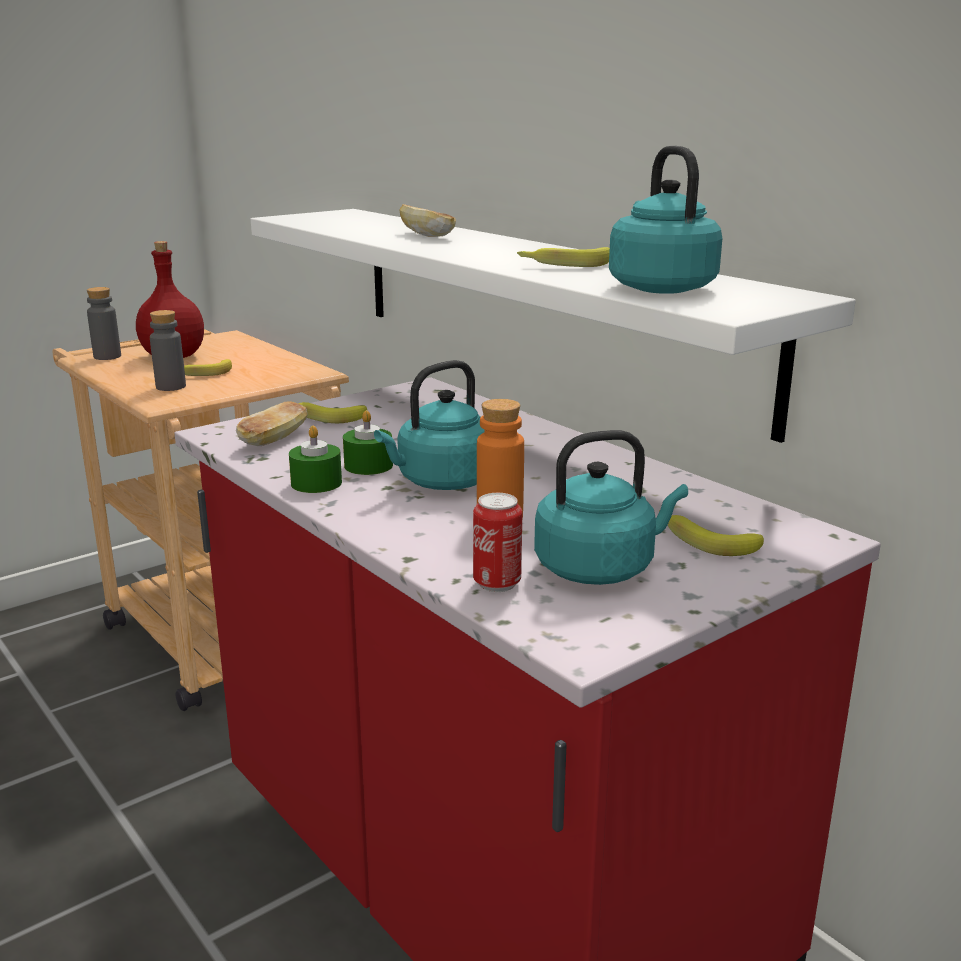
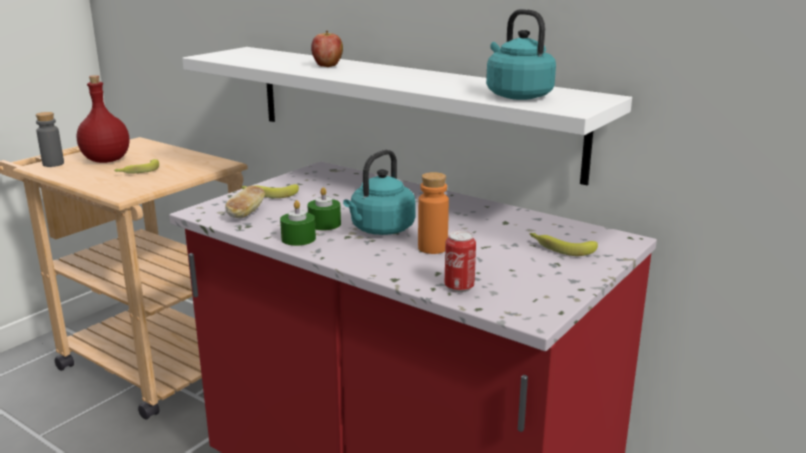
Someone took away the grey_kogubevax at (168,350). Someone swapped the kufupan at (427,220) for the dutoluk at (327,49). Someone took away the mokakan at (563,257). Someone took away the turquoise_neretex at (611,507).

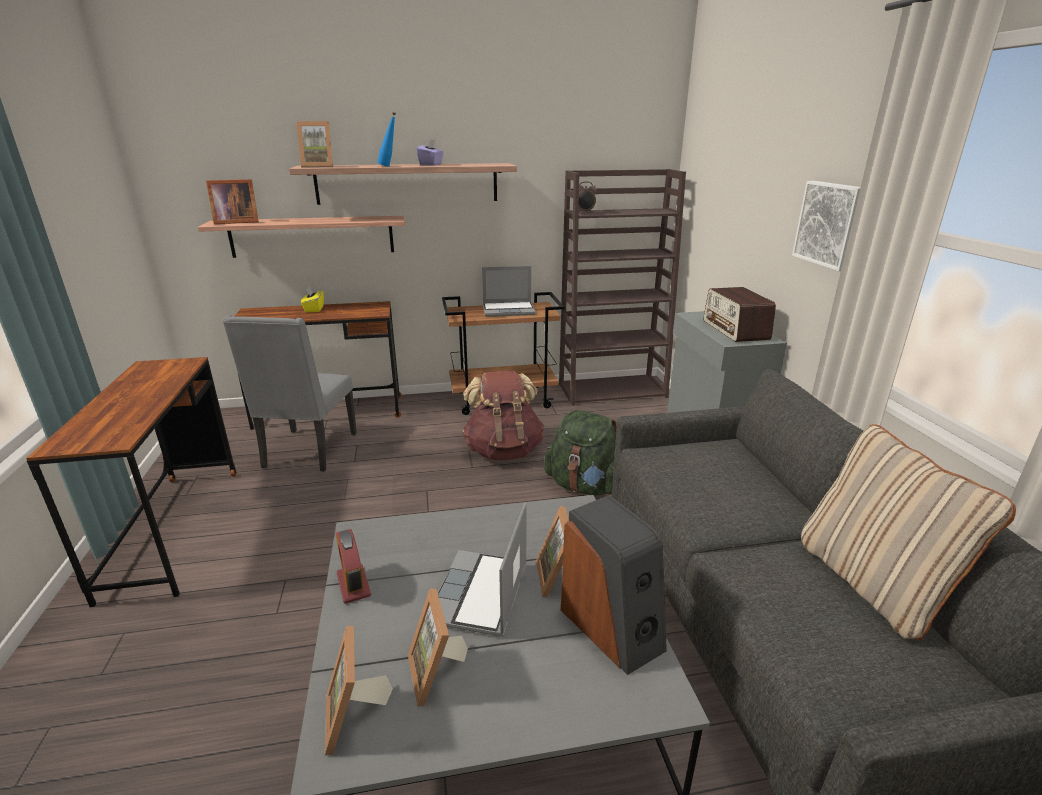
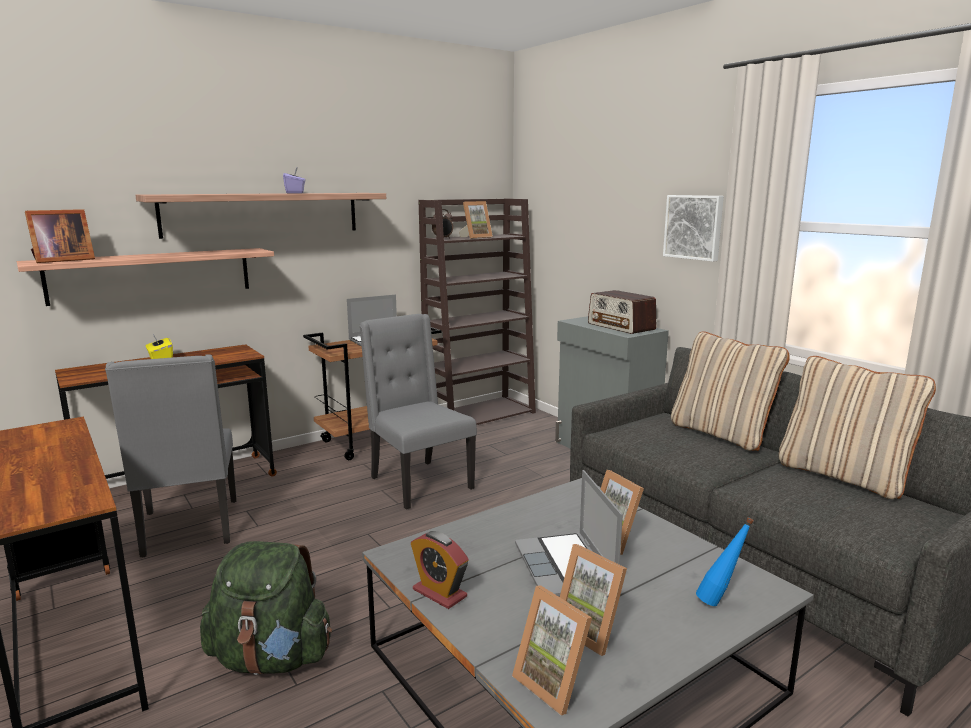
Someone carried the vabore from (315,144) to (476,220). Someone carried the blue_kogubevax from (387,139) to (725,561). Someone swapped the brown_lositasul at (503,415) for the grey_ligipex at (418,411). Someone carried the green_lositasul from (580,453) to (266,608). Someone took away the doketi at (614,585). Someone put down the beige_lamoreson at (730,391).

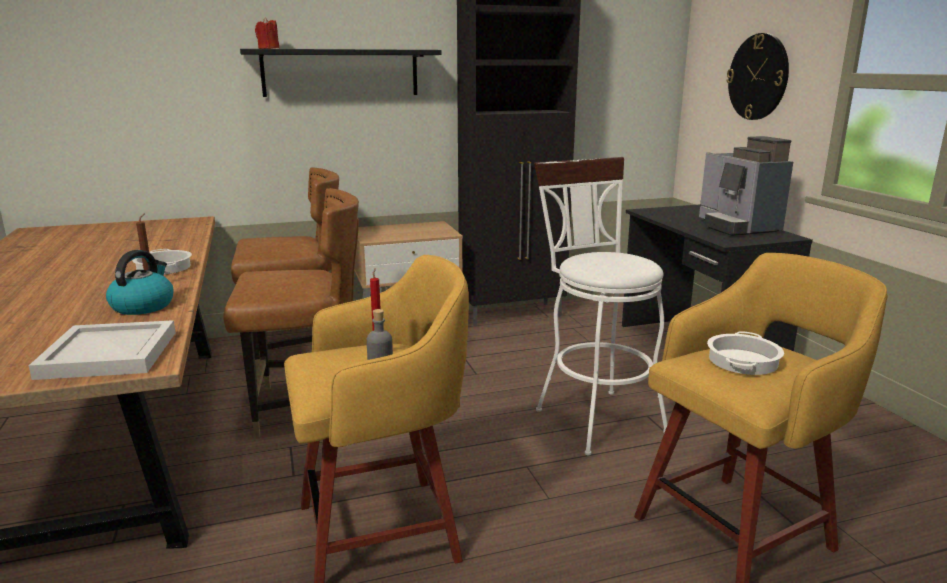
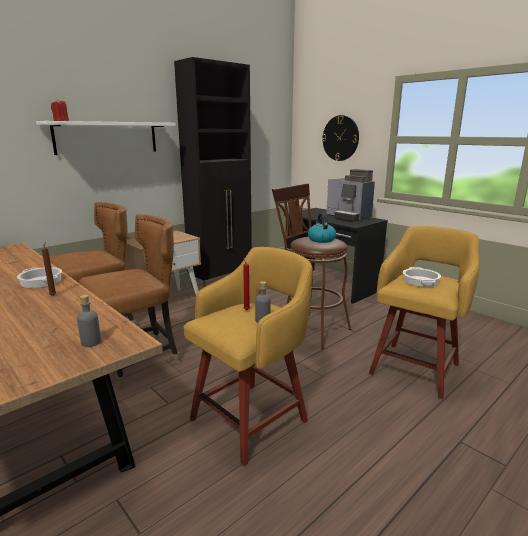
Someone swapped the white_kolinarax at (102,350) for the grey_kogubevax at (89,321). Someone carried the neretex from (140,282) to (322,228). Someone repainted the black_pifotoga at (341,73), which became the white_pifotoga at (106,138). Someone repainted the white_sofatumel at (601,306), which became the brown_sofatumel at (311,266).

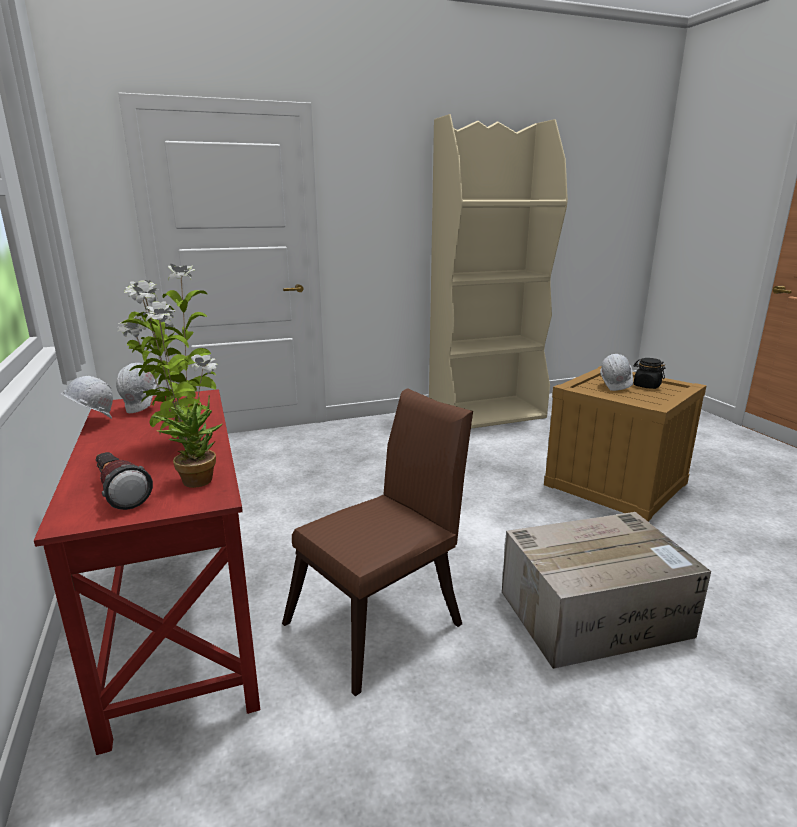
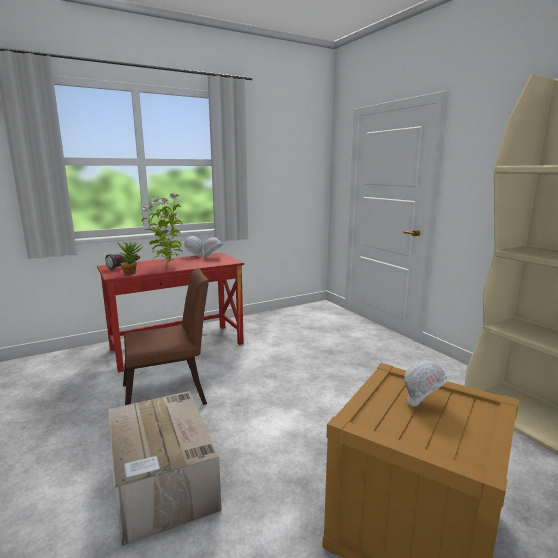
Someone rotated the brown_ligipex at (377,542) by 60 degrees counterclockwise. Someone took away the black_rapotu at (649,373).

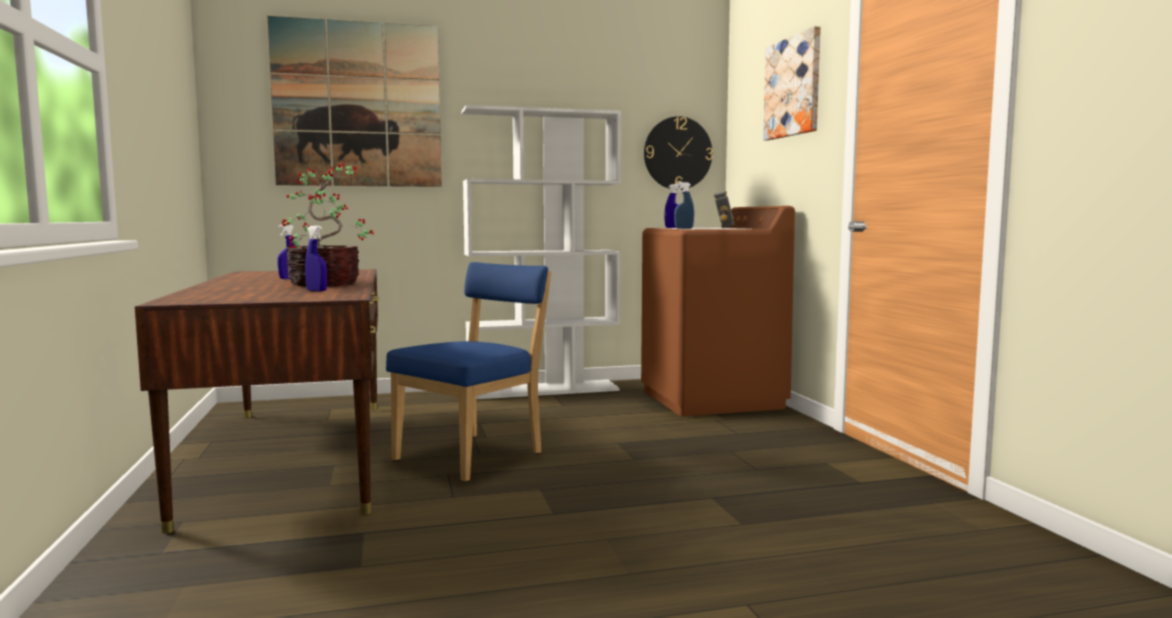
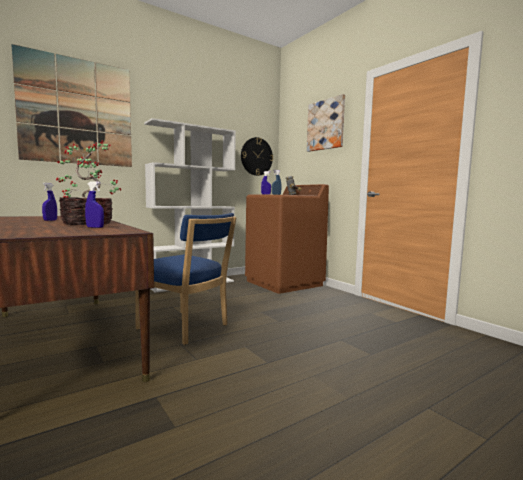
Someone rotated the blue_ligipex at (469,372) by 105 degrees clockwise.

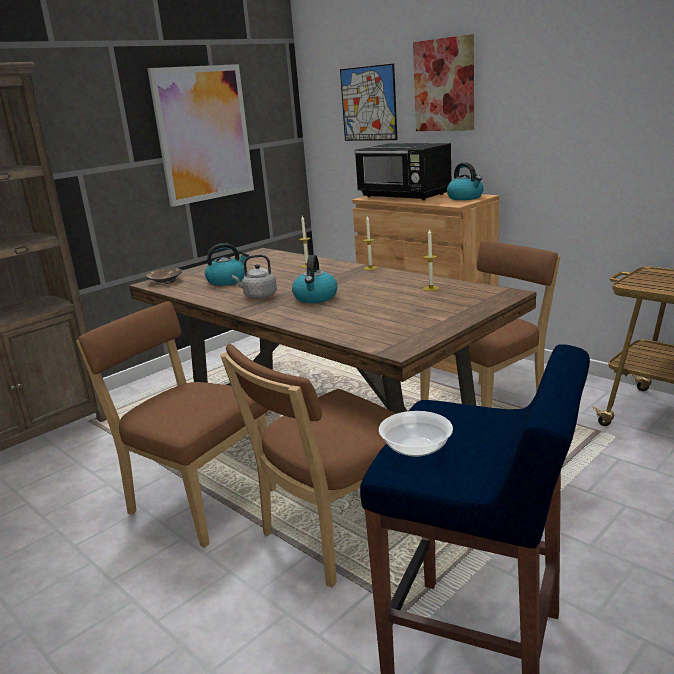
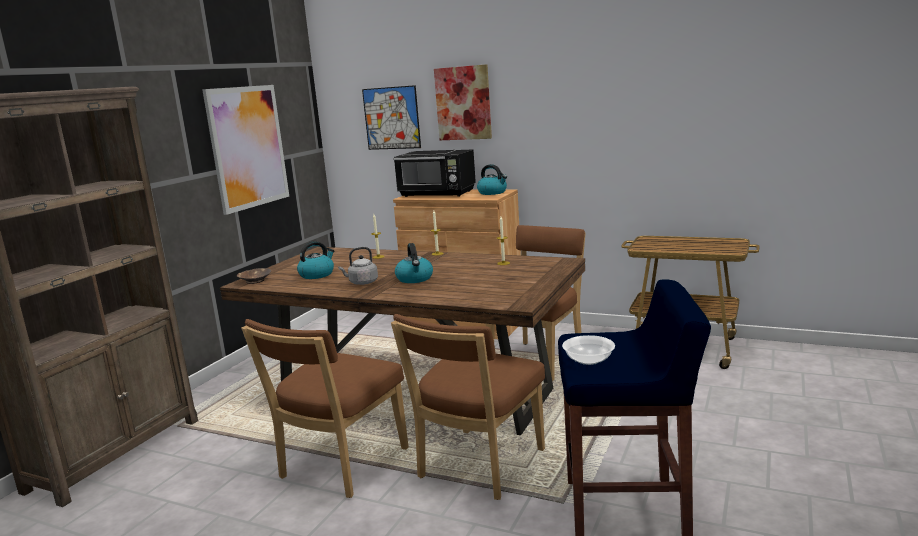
Someone rotated the brown_ligipex at (176,424) by 75 degrees counterclockwise.

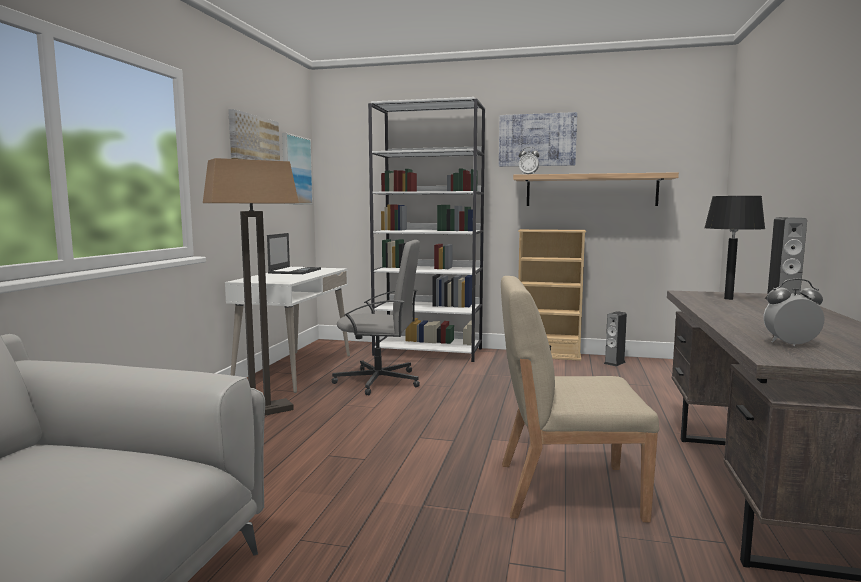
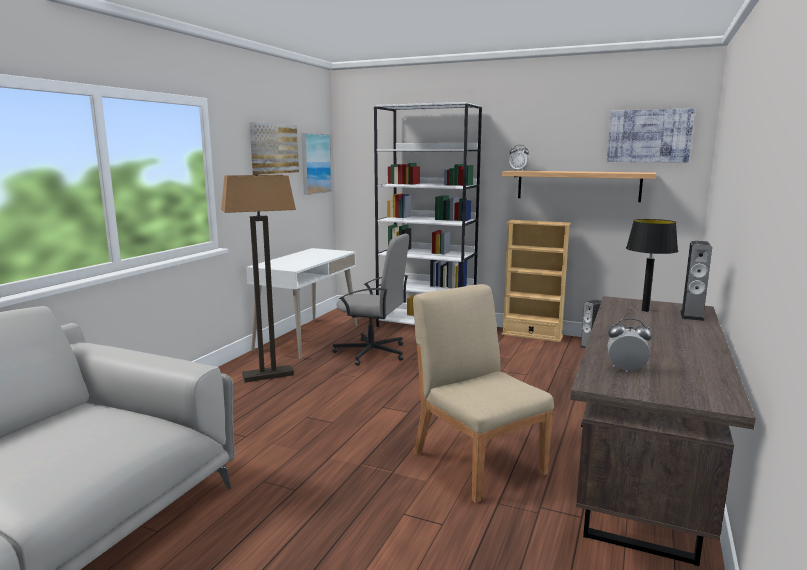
Someone took away the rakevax at (294,253). Someone carried the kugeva from (538,139) to (651,135). Someone rotated the beige_ligipex at (580,399) by 45 degrees clockwise.

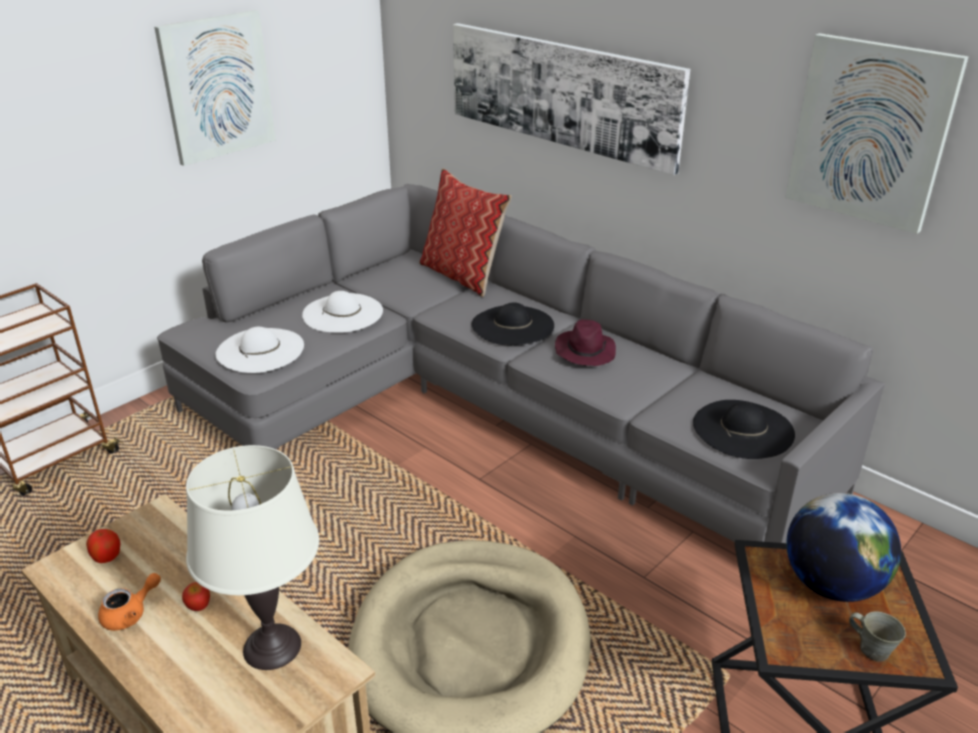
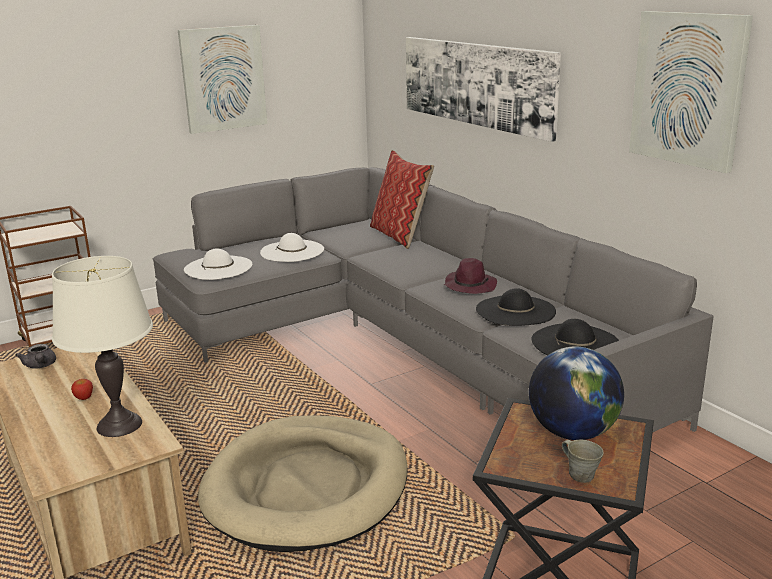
Someone swapped the dutoluk at (103,546) for the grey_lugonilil at (35,356). Someone took away the orange_lugonilil at (129,602). Someone carried the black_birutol from (513,323) to (516,307).

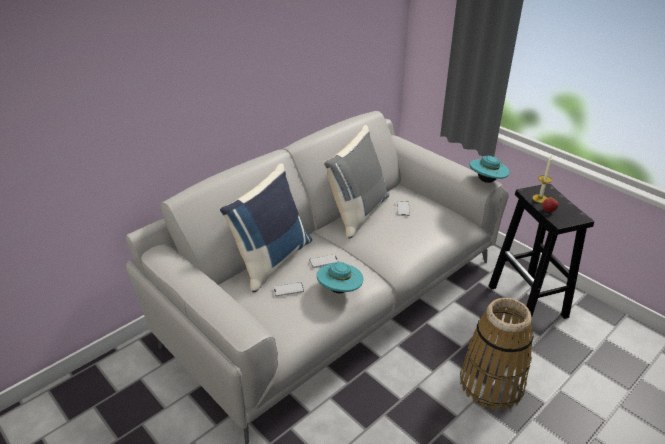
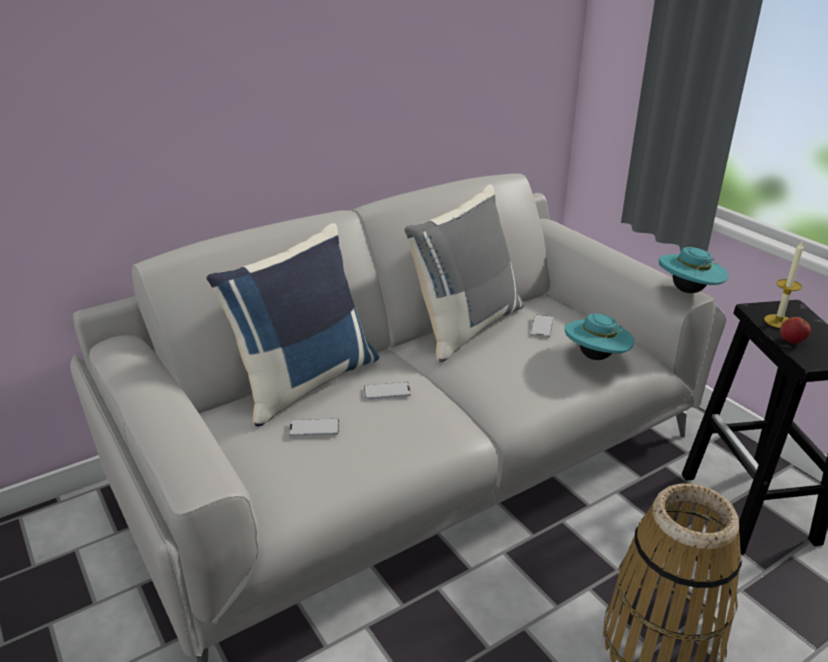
Someone carried the turquoise_birutol from (340,277) to (599,337).

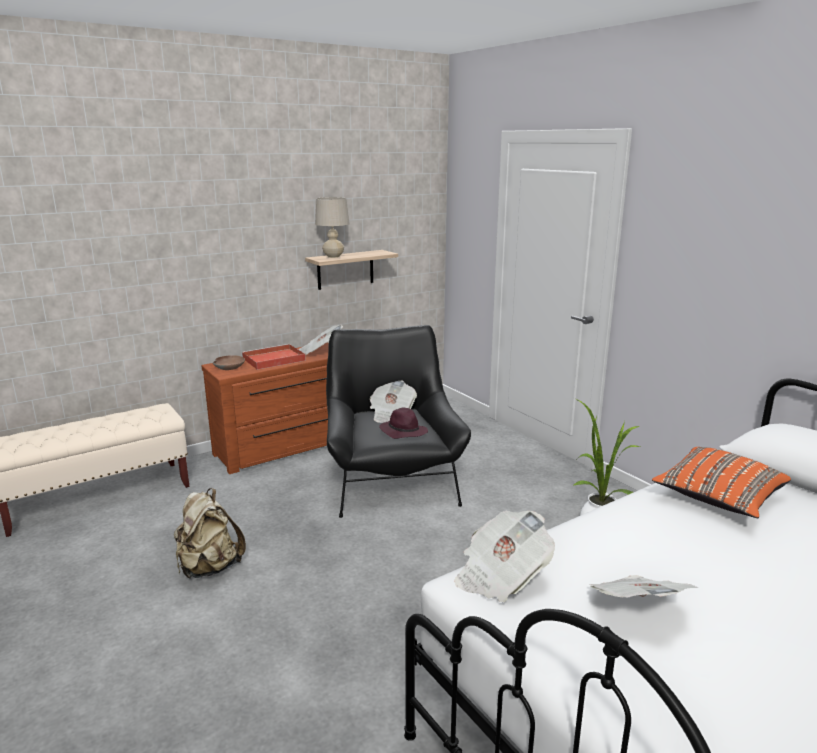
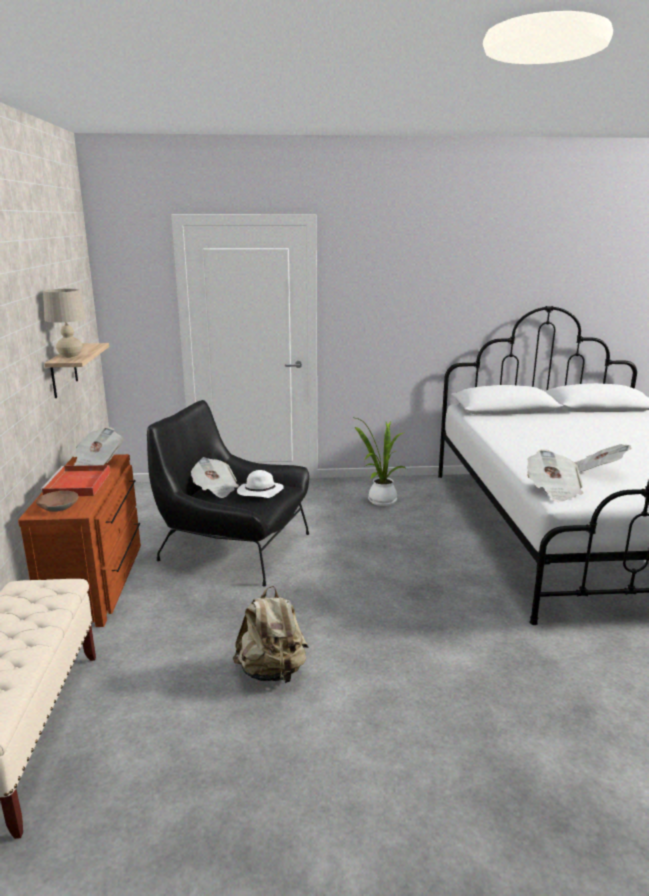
Someone repainted the purple_birutol at (403,423), which became the white_birutol at (260,484). Someone took away the orange_lamoreson at (721,482).

